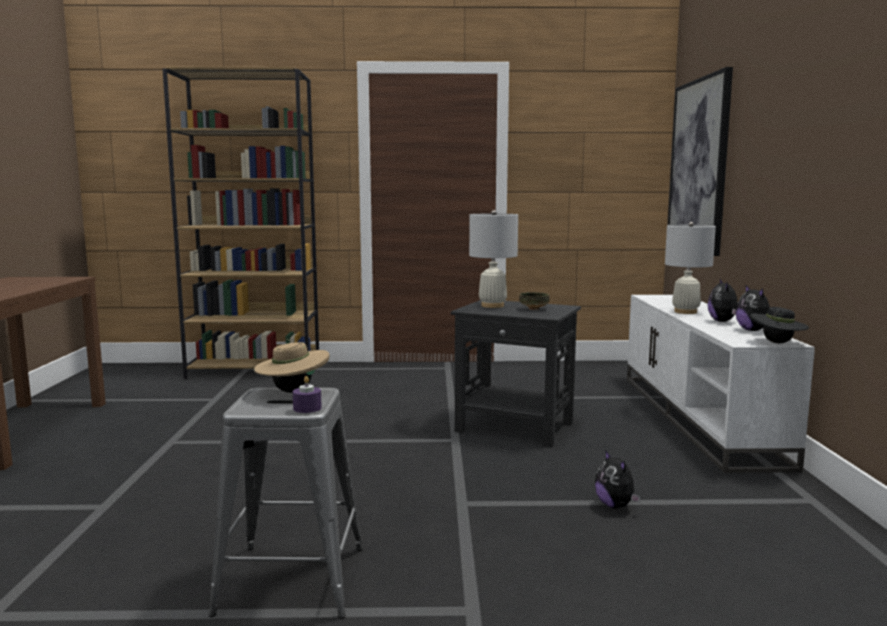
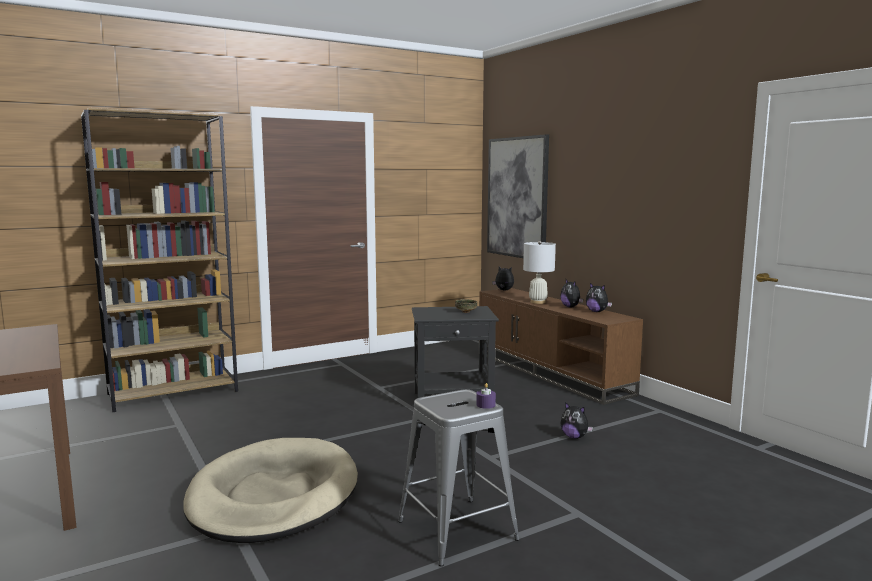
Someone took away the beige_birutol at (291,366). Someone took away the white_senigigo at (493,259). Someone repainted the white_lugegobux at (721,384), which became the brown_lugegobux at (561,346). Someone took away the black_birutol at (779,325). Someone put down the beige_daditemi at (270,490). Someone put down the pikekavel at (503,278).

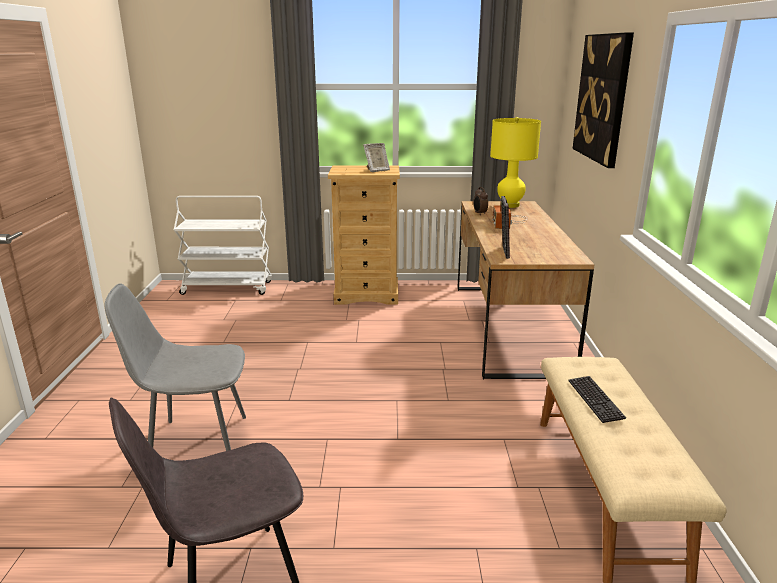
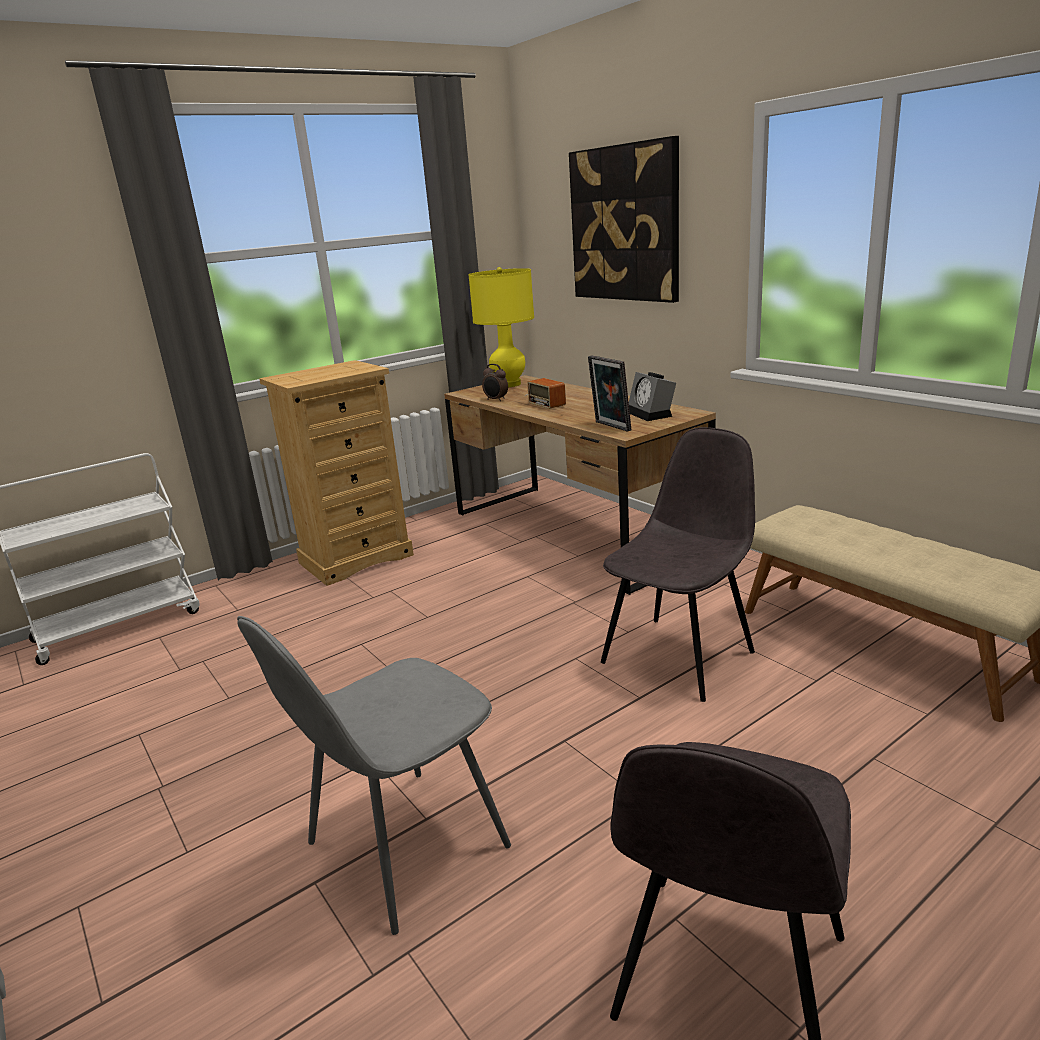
Someone took away the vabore at (376,157). Someone took away the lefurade at (597,399). Someone put down the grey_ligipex at (678,564). Someone put down the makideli at (652,396).

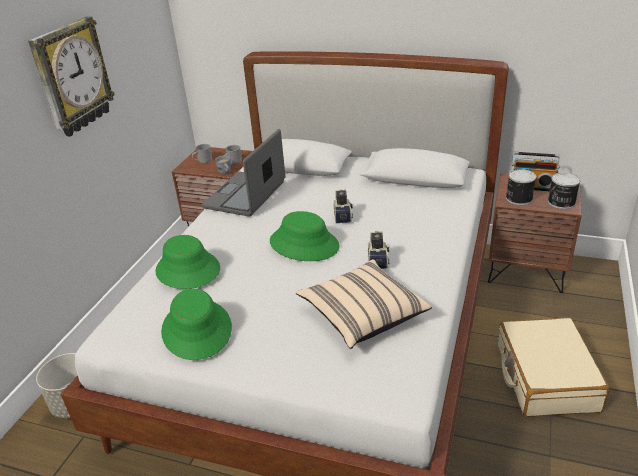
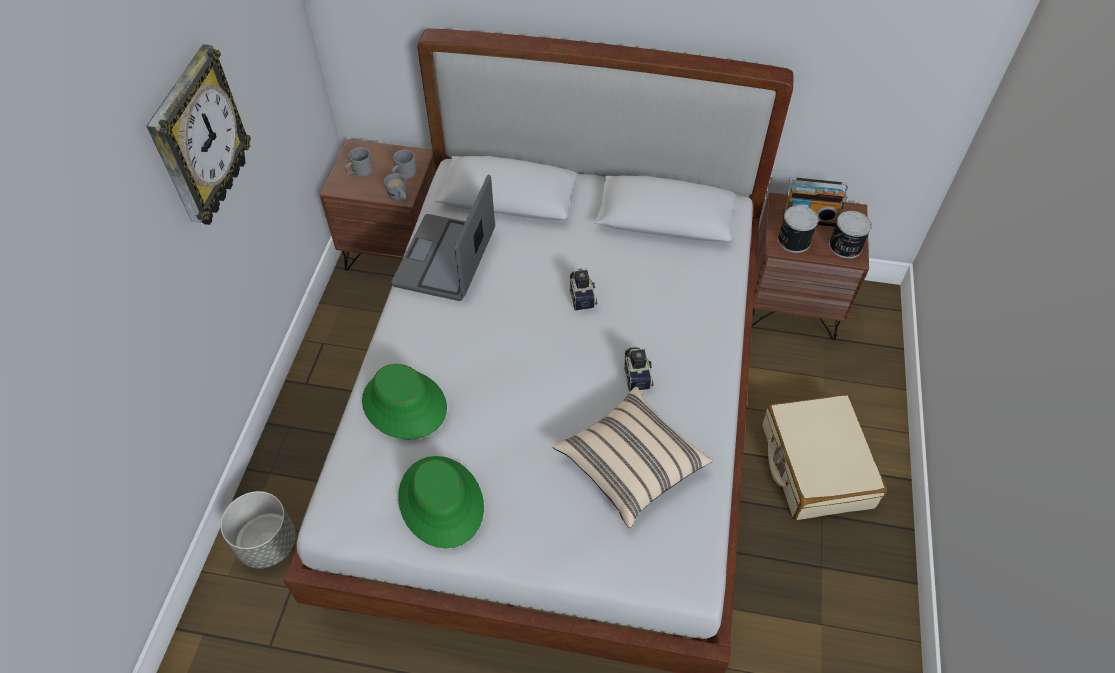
Someone took away the green_birutol at (305,236).

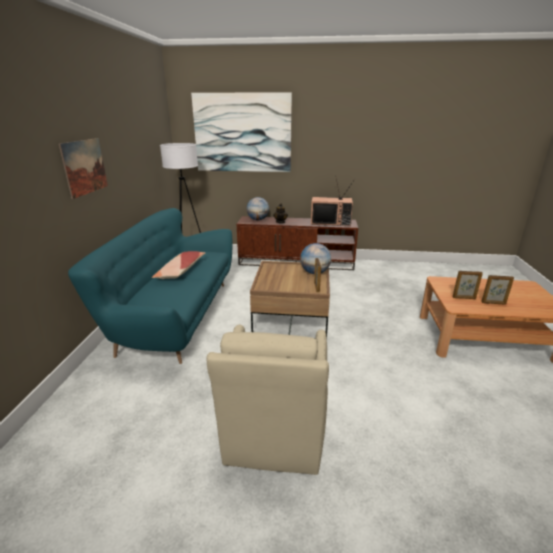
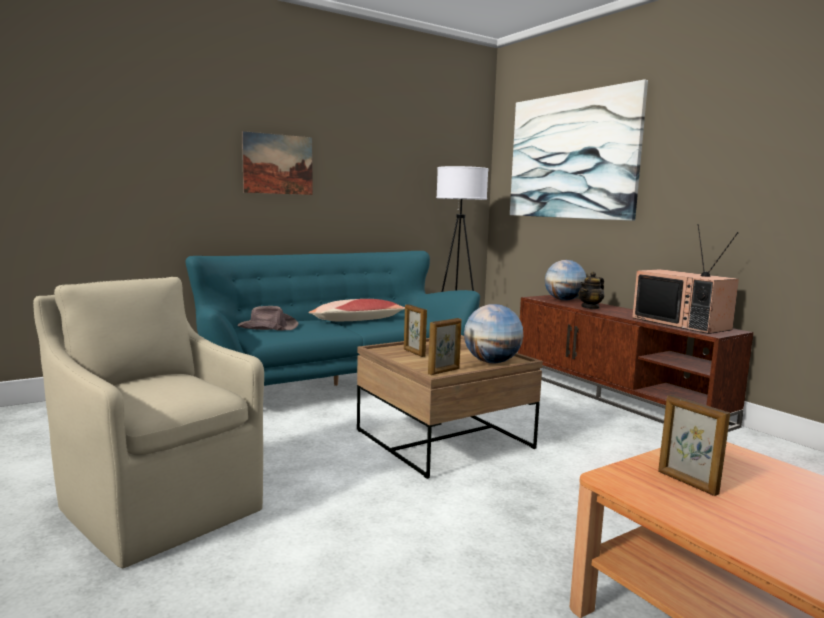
Someone rotated the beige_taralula at (267,399) by 75 degrees clockwise. Someone carried the vabore from (497,290) to (415,330). Someone put down the brown_birutol at (268,318).

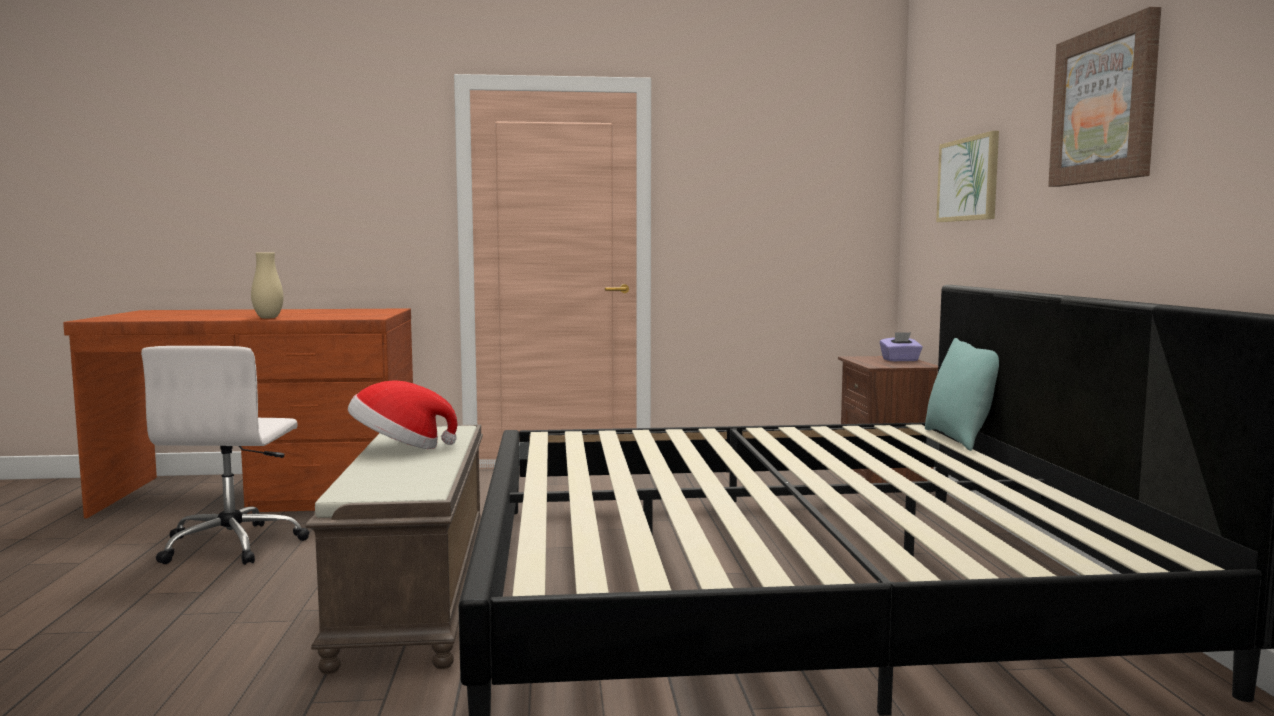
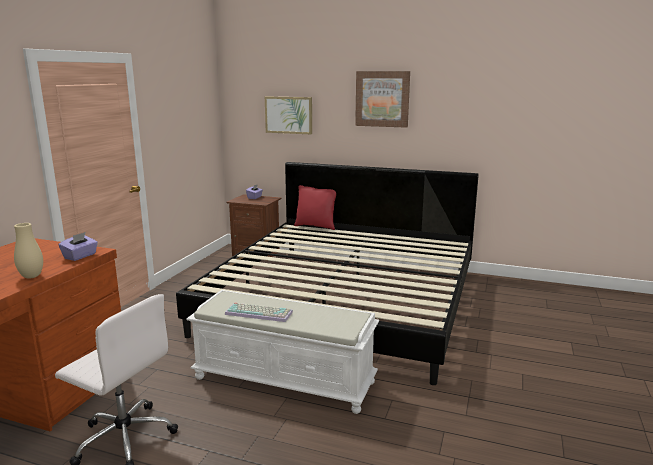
Someone repainted the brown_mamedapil at (394,549), which became the white_mamedapil at (282,352). Someone swapped the birutol at (402,414) for the lefurade at (259,312). Someone repainted the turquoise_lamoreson at (962,394), which became the red_lamoreson at (315,207). Someone put down the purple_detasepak at (78,246).

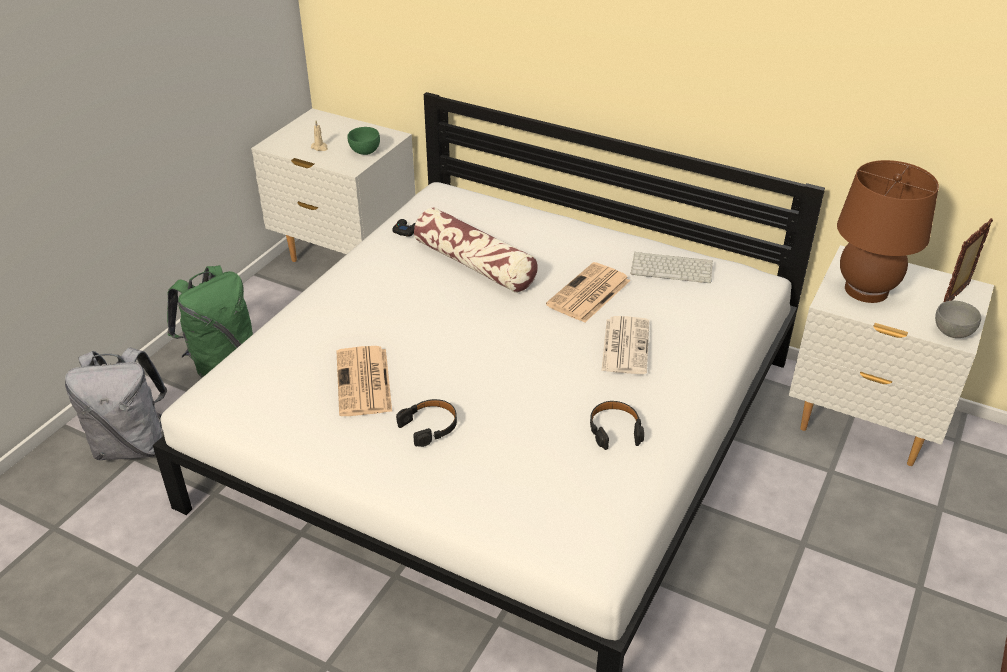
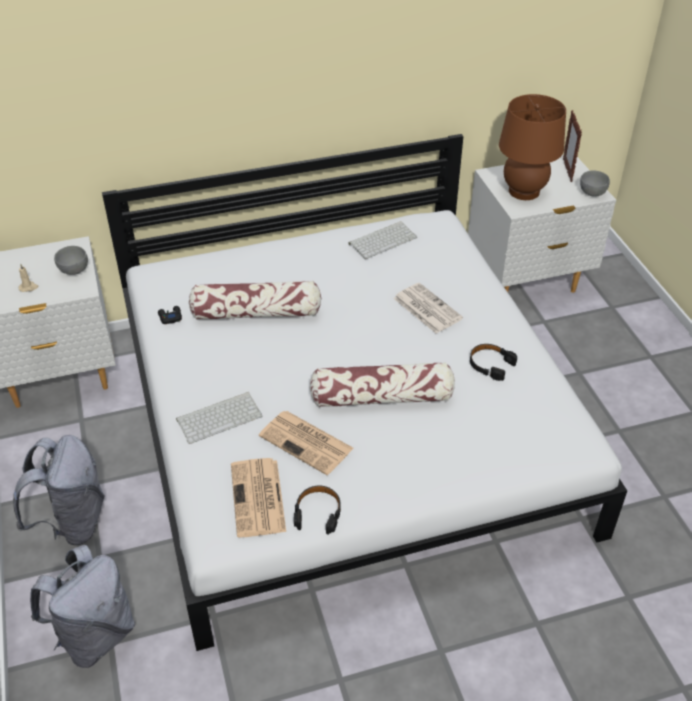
Someone repainted the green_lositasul at (210,321), which became the grey_lositasul at (59,490). Someone repainted the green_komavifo at (363,141), which became the grey_komavifo at (71,260). Someone carried the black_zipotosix from (426,423) to (317,510). Someone carried the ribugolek from (588,292) to (258,497). Someone put down the lefurade at (219,418). Someone put down the lamoreson at (382,384).

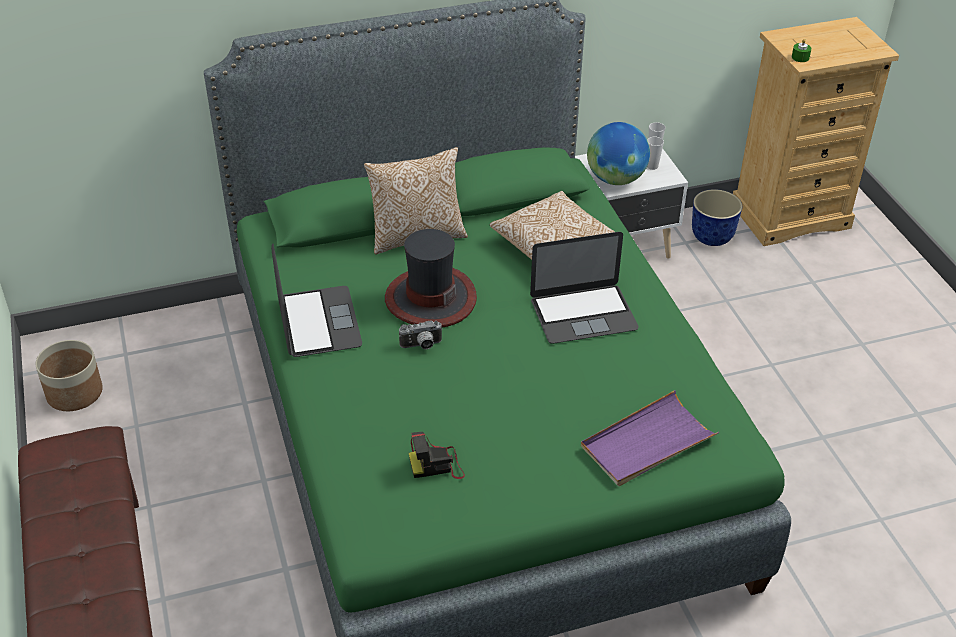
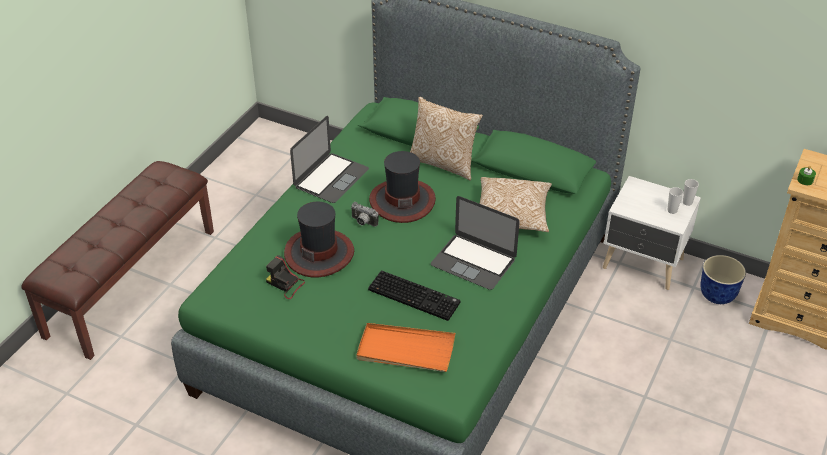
Someone took away the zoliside at (69,375). Someone repainted the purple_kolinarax at (650,438), which became the orange_kolinarax at (405,347). Someone took away the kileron at (618,153). Someone put down the birutol at (319,239). Someone put down the lefurade at (414,295).

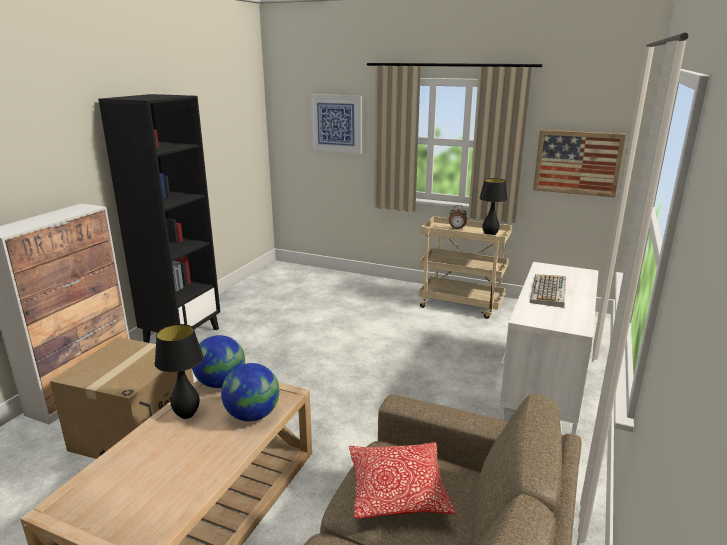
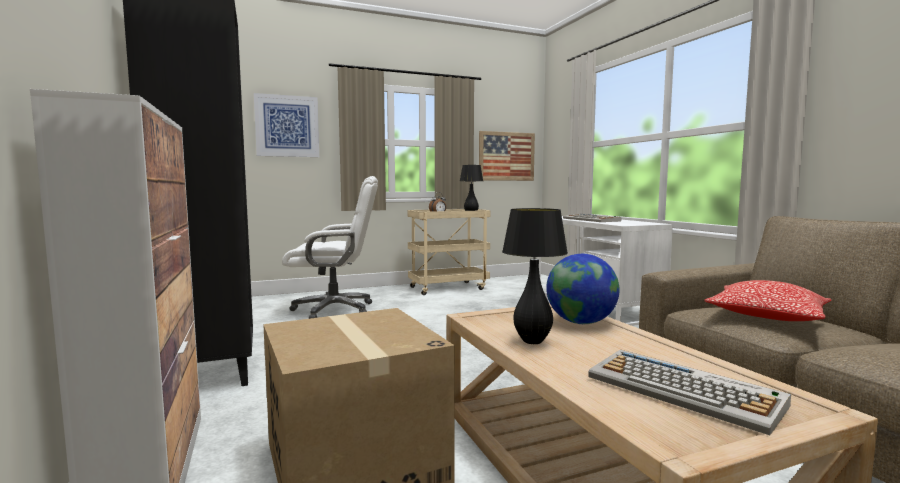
Someone took away the kileron at (218,361). Someone put down the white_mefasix at (330,247). Someone put down the lefurade at (689,392).

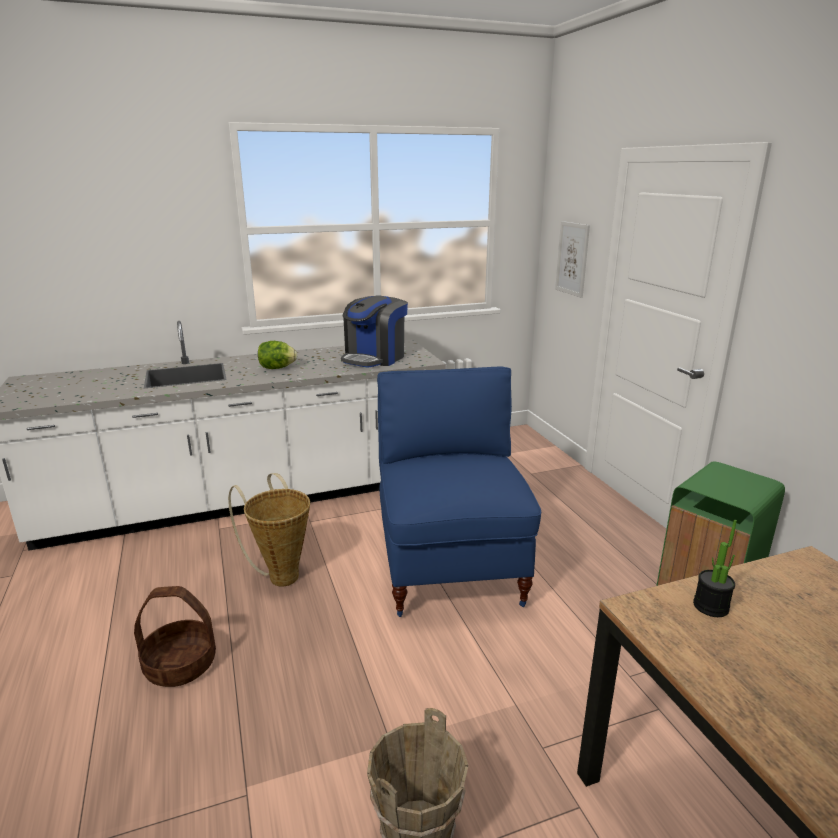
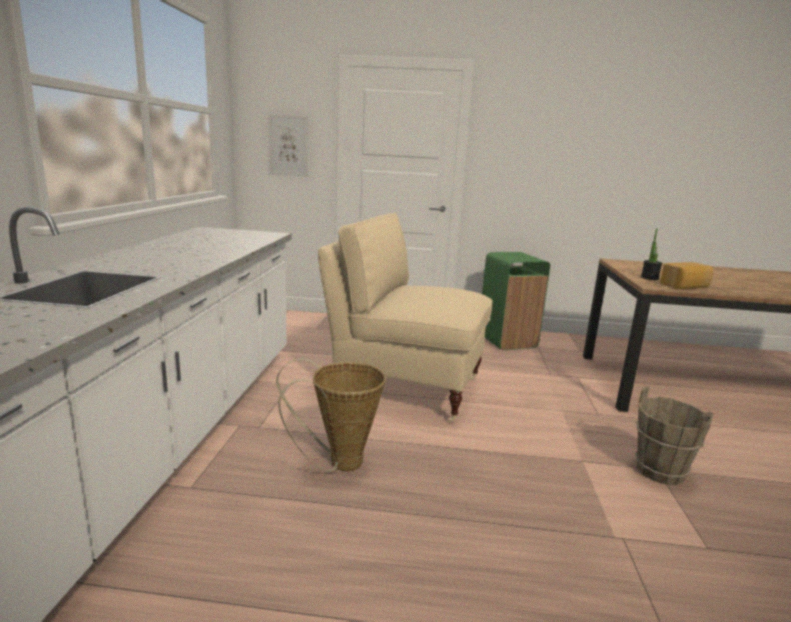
Someone took away the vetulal at (175,636). Someone took away the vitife at (277,355). Someone took away the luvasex at (374,331). Someone repainted the blue_ligipex at (459,492), which became the beige_ligipex at (405,318). Someone put down the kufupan at (686,275).

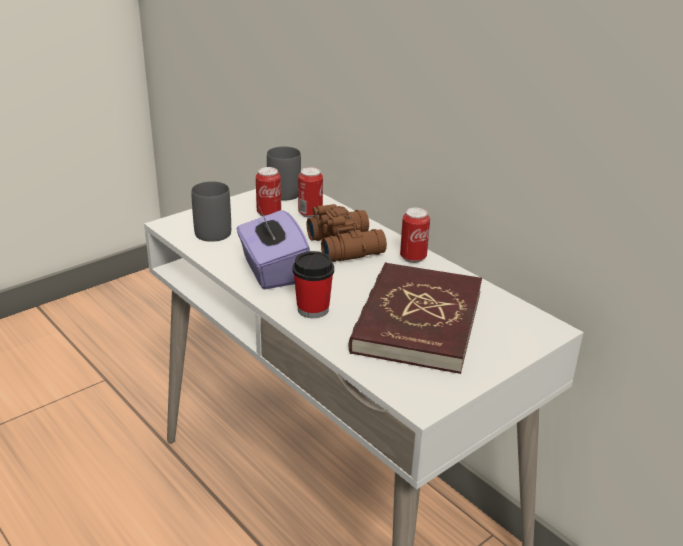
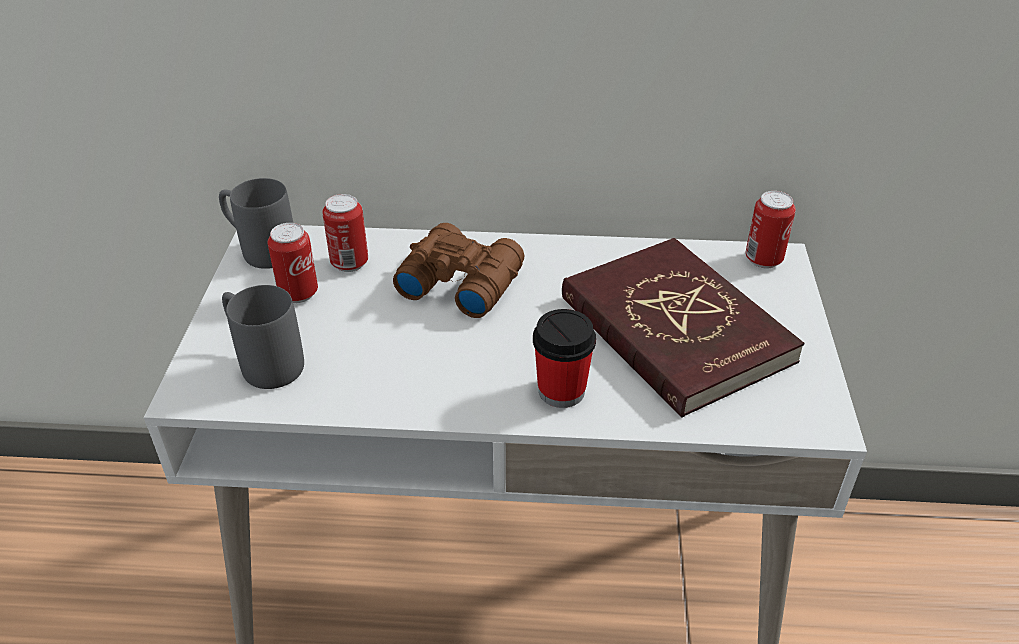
Someone took away the purple_detasepak at (273,248). Someone carried the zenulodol from (415,235) to (770,229).

